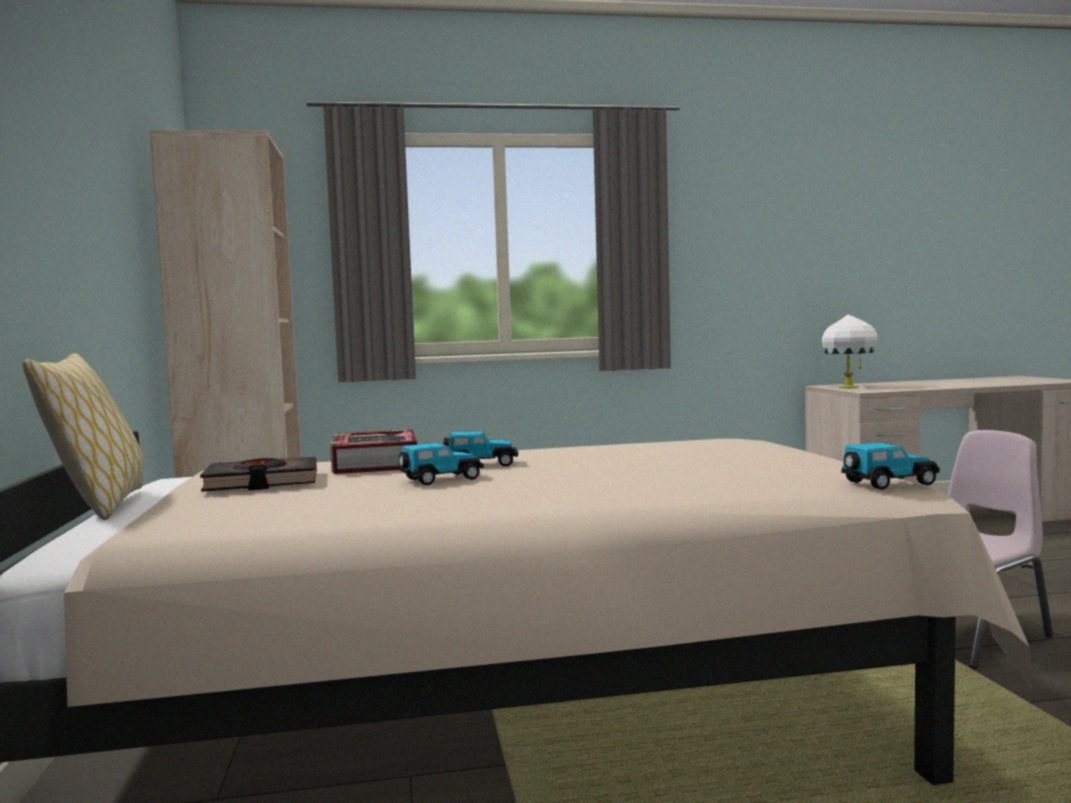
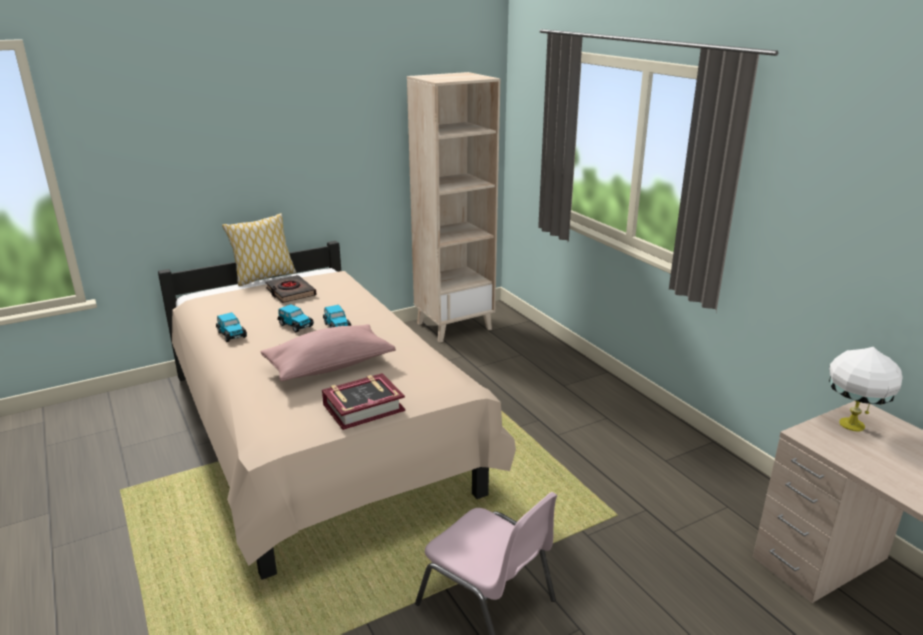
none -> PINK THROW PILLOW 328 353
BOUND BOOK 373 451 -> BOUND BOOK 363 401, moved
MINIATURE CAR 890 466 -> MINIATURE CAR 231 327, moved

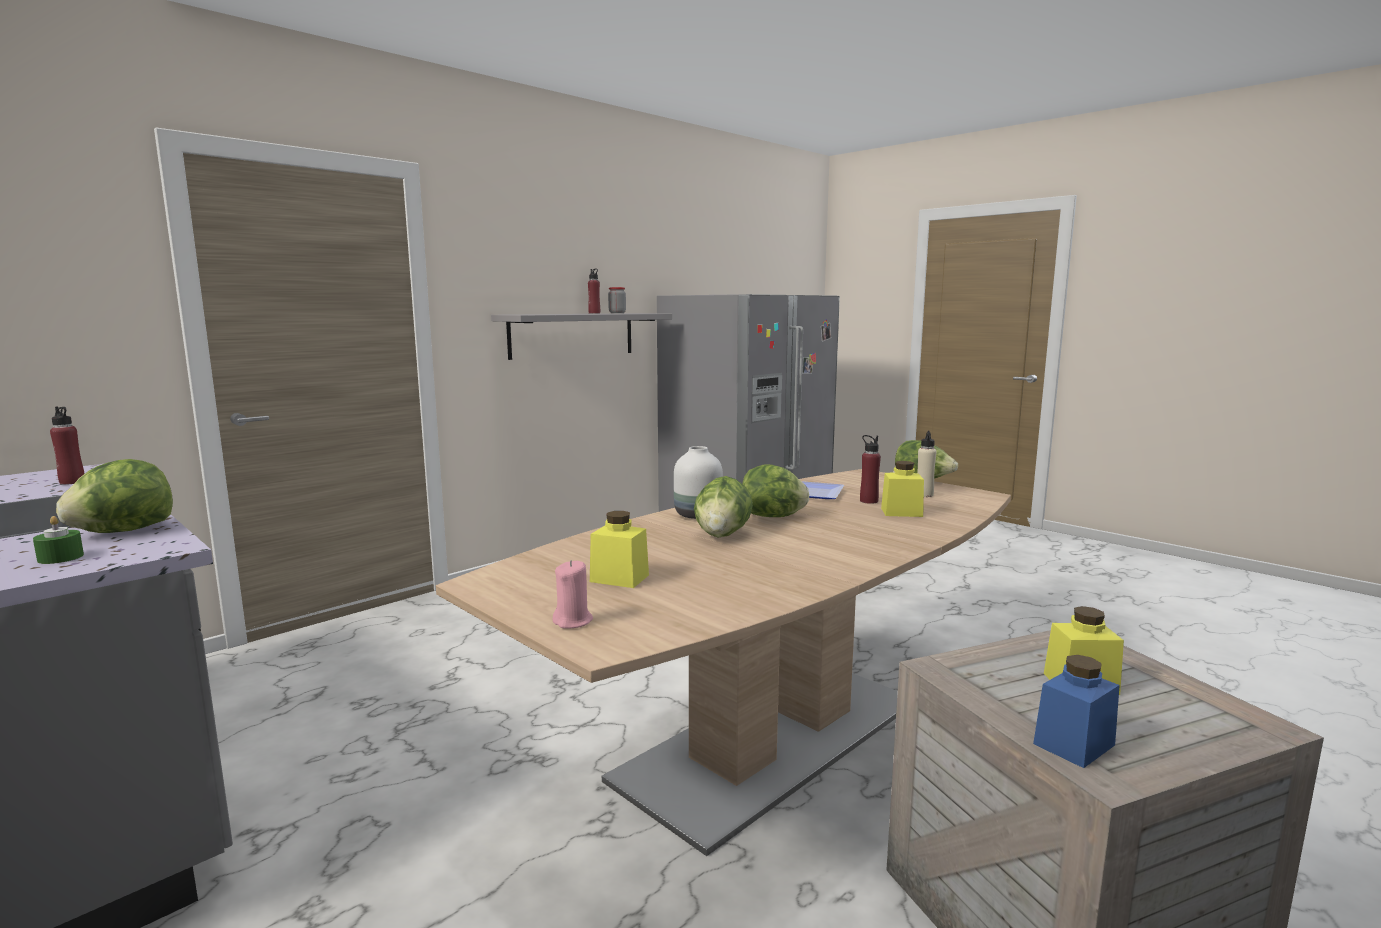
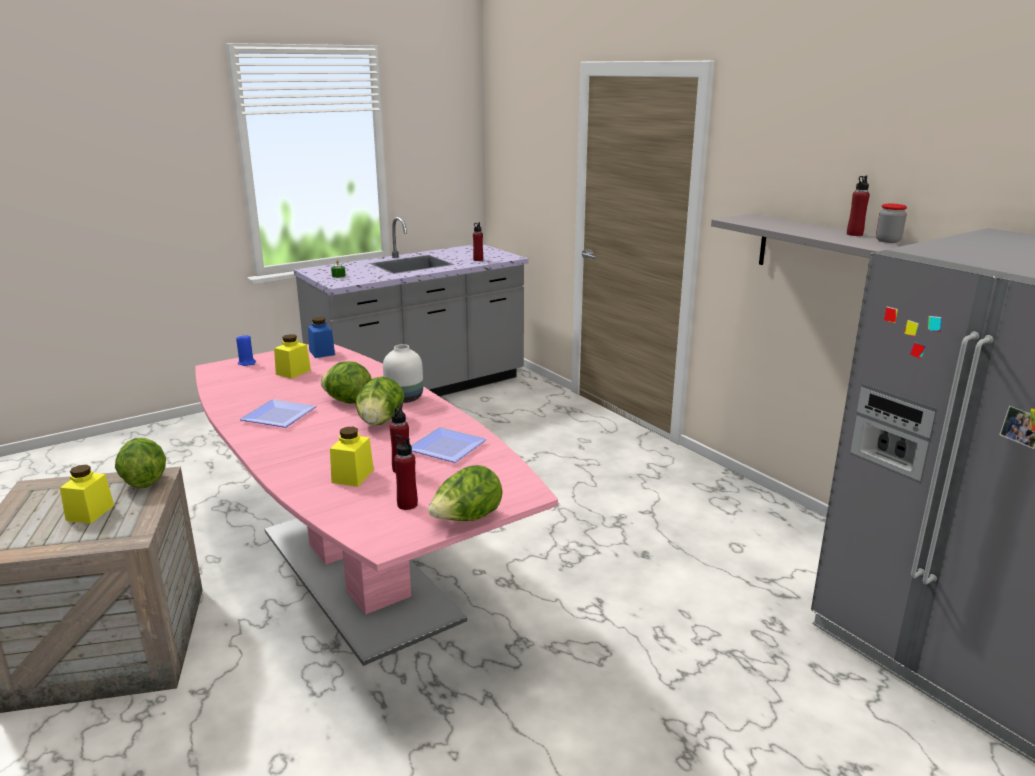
none -> PLATE 277 413
LETTUCE 114 496 -> LETTUCE 140 463, moved
BLUE-COLOURED PRESERVE JAR 1076 711 -> BLUE-COLOURED PRESERVE JAR 321 337, moved
BROWNISH KITCHEN TABLE 723 662 -> PINK KITCHEN TABLE 376 505
PINK CANDLE 573 594 -> BLUE-COLOURED CANDLE 246 350
BEIGE-COLOURED BOTTLE 927 464 -> REDDISH BOTTLE 406 472

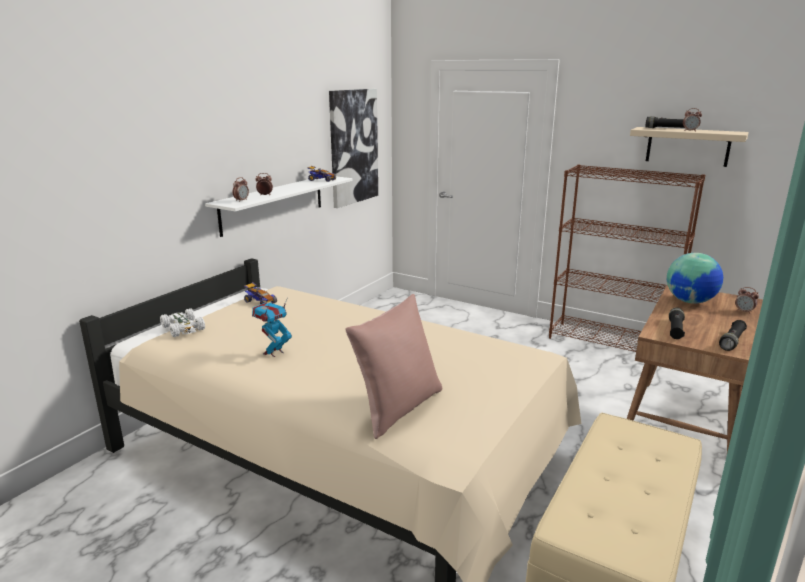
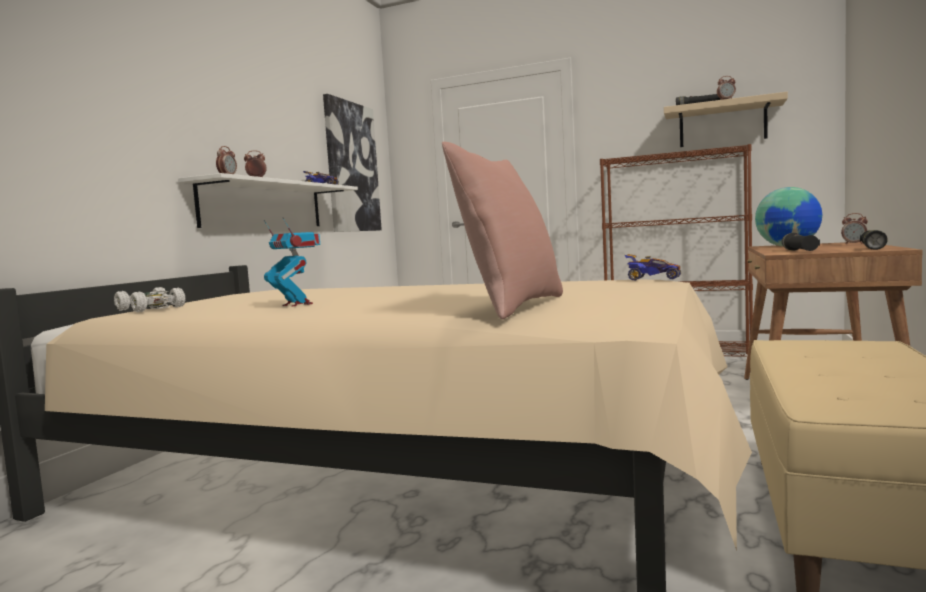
MINIATURE CAR 260 293 -> MINIATURE CAR 653 267, moved
TOY ROBOT 272 328 -> TOY ROBOT 292 262, 105 degrees clockwise

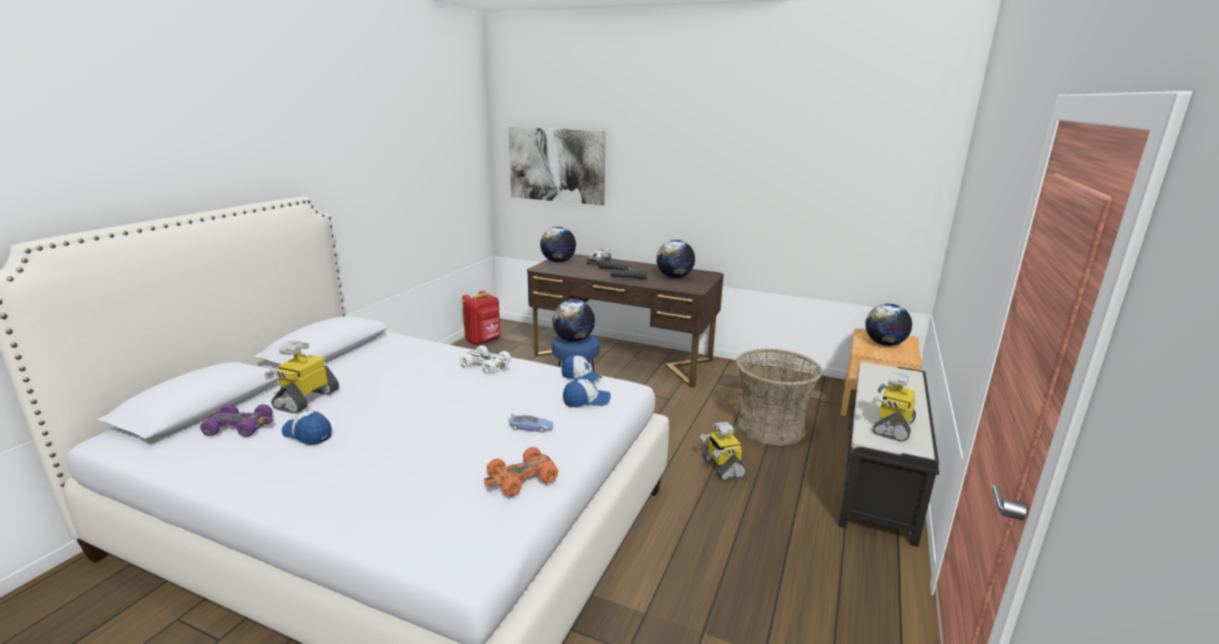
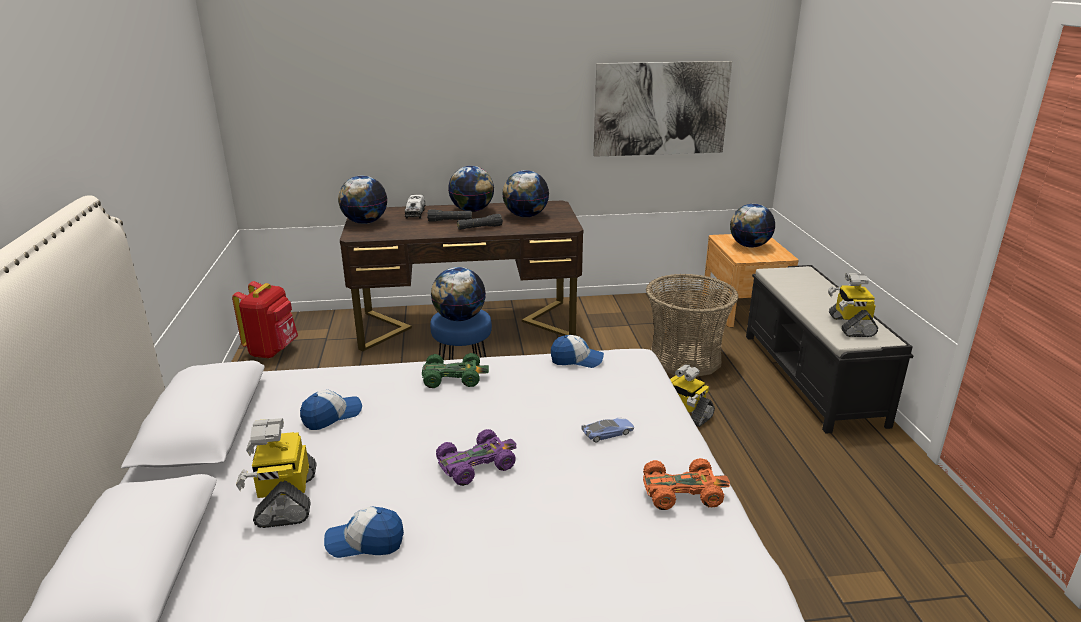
none -> DESK GLOBE 471 189
PURPLE MINIATURE CAR 237 420 -> PURPLE MINIATURE CAR 476 457, moved
WALL PICTURE 557 166 -> WALL PICTURE 662 109, moved
BASEBALL CAP 586 393 -> BASEBALL CAP 331 410, moved
WHITE-COLOURED MINIATURE CAR 485 360 -> GREEN-COLOURED MINIATURE CAR 455 370
ORANGE-COLOURED MINIATURE CAR 521 471 -> ORANGE-COLOURED MINIATURE CAR 686 484, 120 degrees counterclockwise

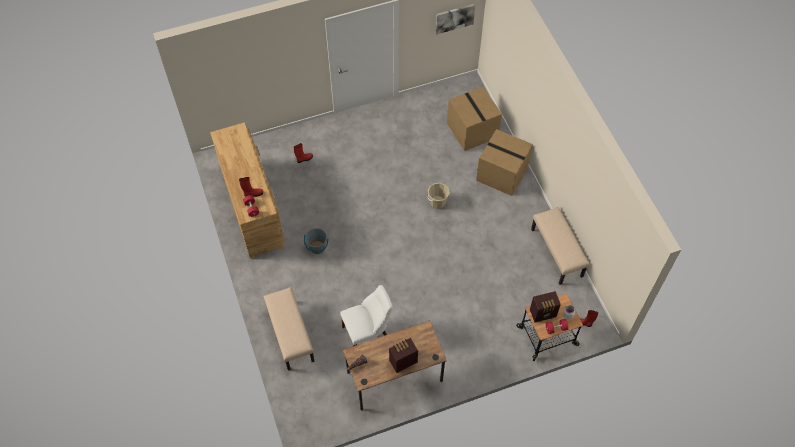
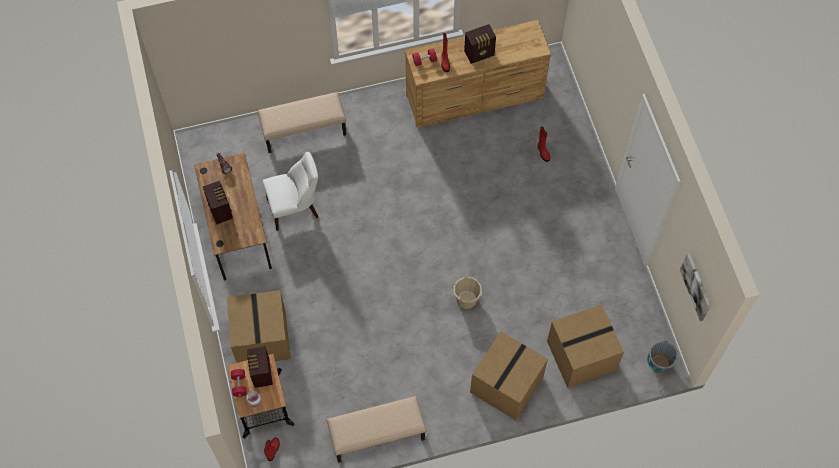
none -> PACKING BOX 259 326
none -> RADIO RECEIVER 480 44
GRAY BUCKET 316 241 -> GRAY BUCKET 662 357, moved
WHITE-COLOURED CHAIR 366 315 -> WHITE-COLOURED CHAIR 291 191, 90 degrees counterclockwise

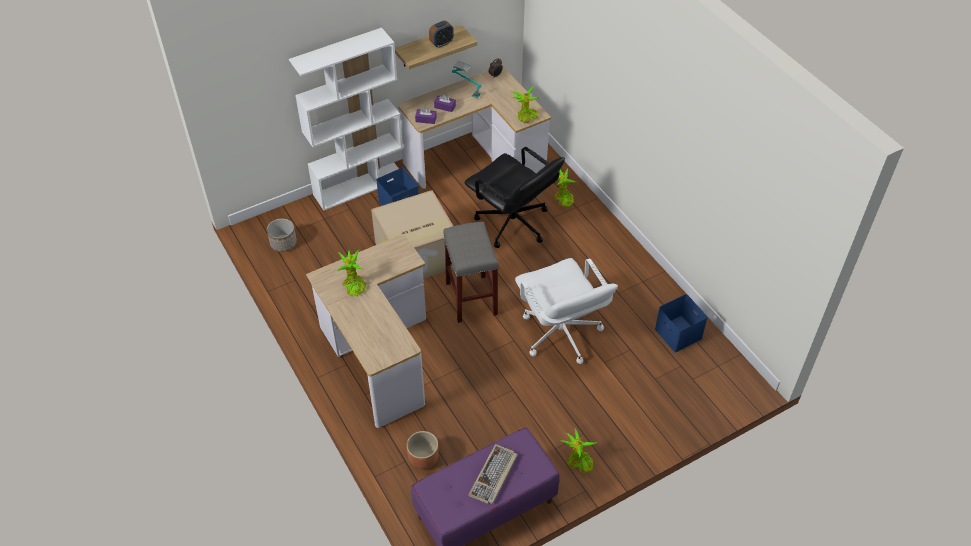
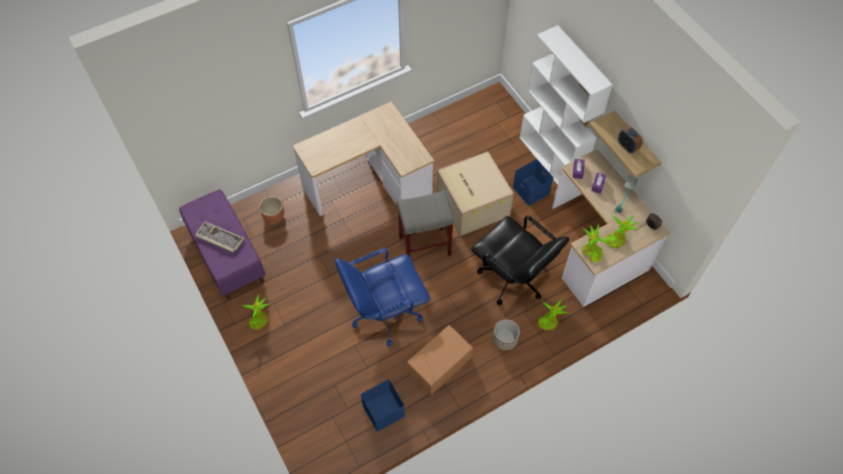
none -> PACKING BOX 440 360
FLOWER POT 282 235 -> FLOWER POT 506 335, moved
PLANT IN A POT 351 273 -> PLANT IN A POT 622 231, moved
WHITE-COLOURED OFFICE CHAIR 566 311 -> BLUE-COLOURED OFFICE CHAIR 382 297
BLACKISH OFFICE CHAIR 514 197 -> BLACKISH OFFICE CHAIR 520 260, 90 degrees counterclockwise

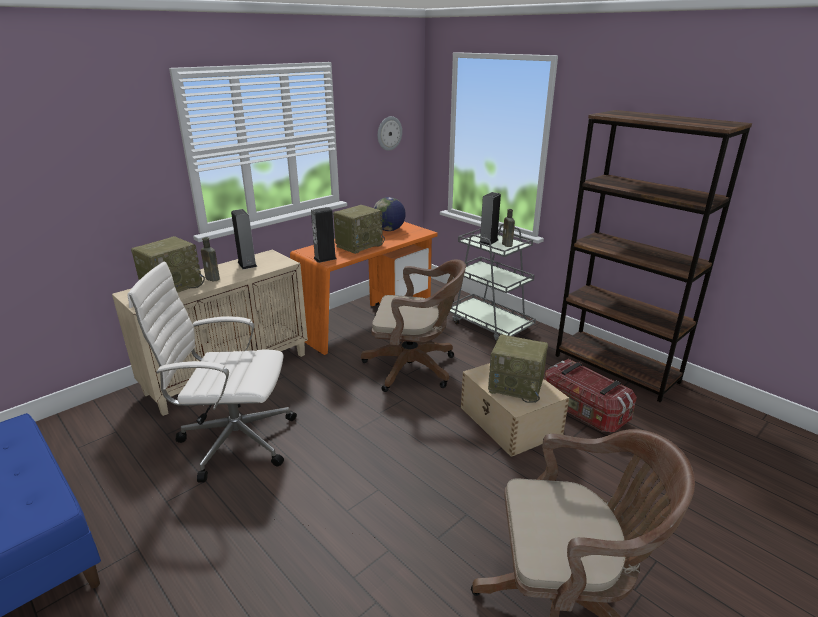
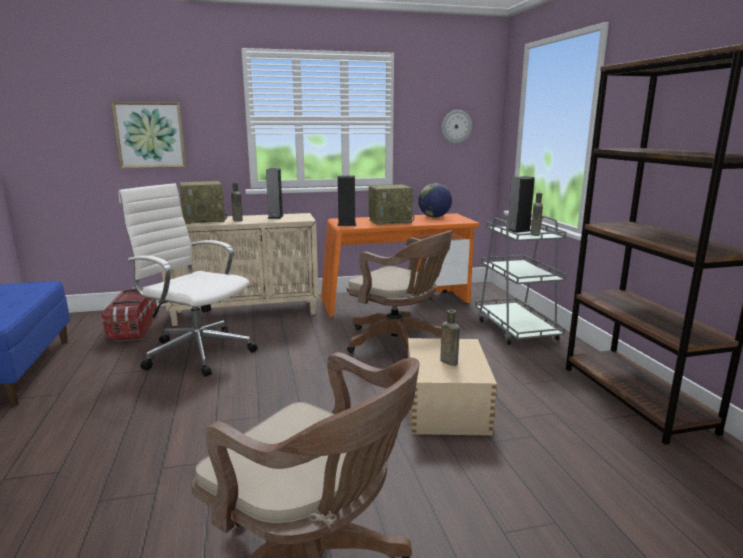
none -> WALL PICTURE 148 135
STORAGE BOX 590 395 -> STORAGE BOX 129 314, moved
RADIO RECEIVER 518 368 -> BROWNISH BOTTLE 450 338

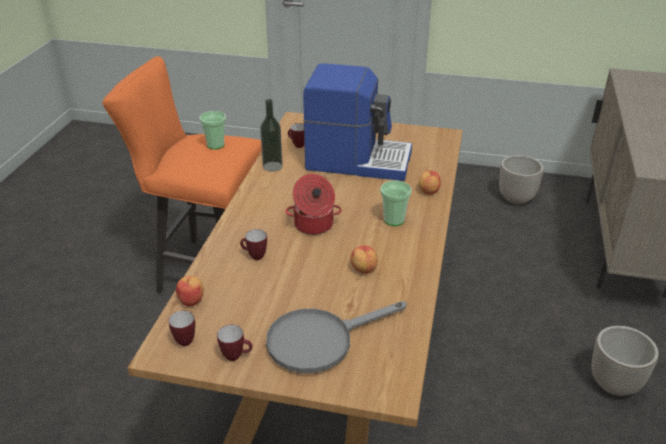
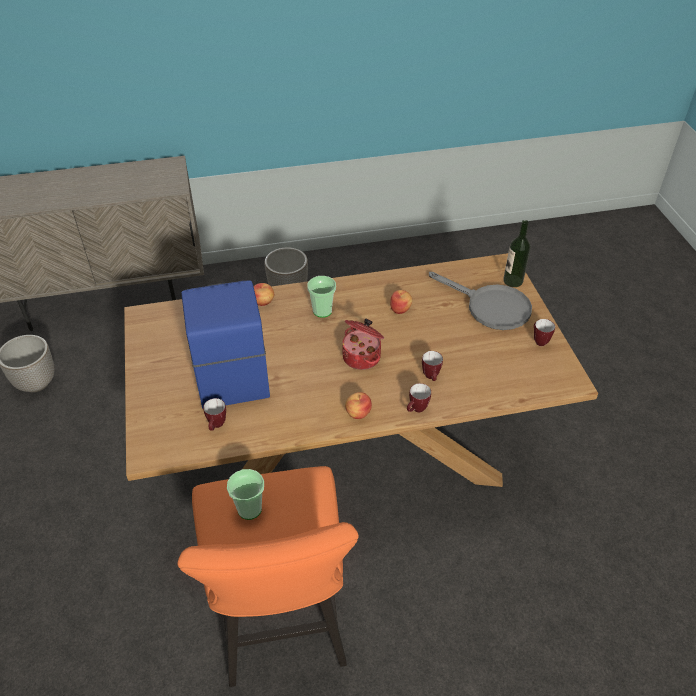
TEA MUG 182 328 -> TEA MUG 419 397, moved
APPLE FRUIT 190 291 -> APPLE FRUIT 358 405, moved
BOTTLE 271 135 -> BOTTLE 517 253, moved

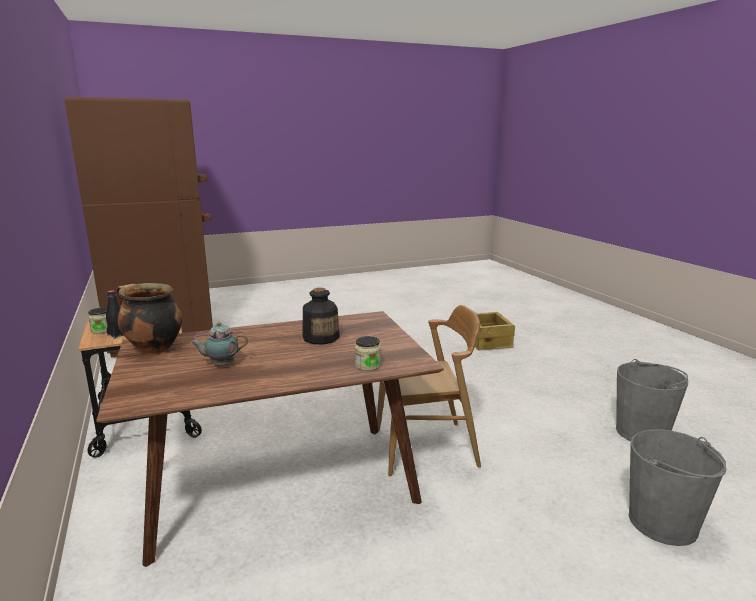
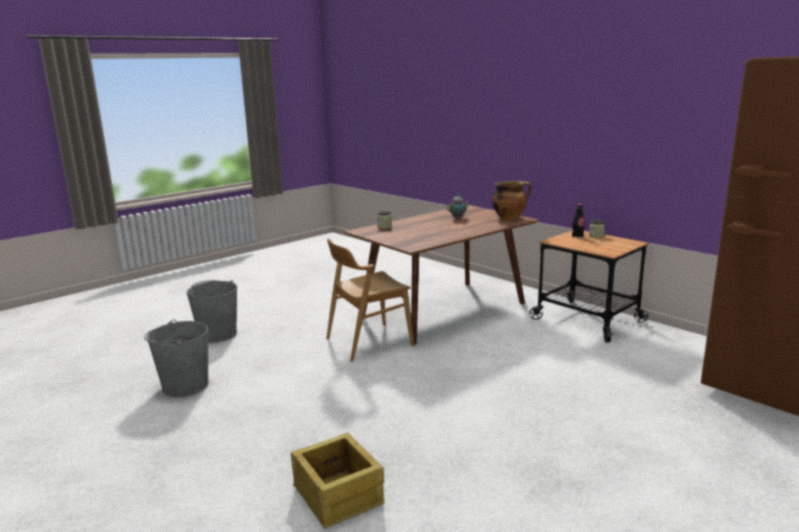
BOTTLE 321 316 -> none

